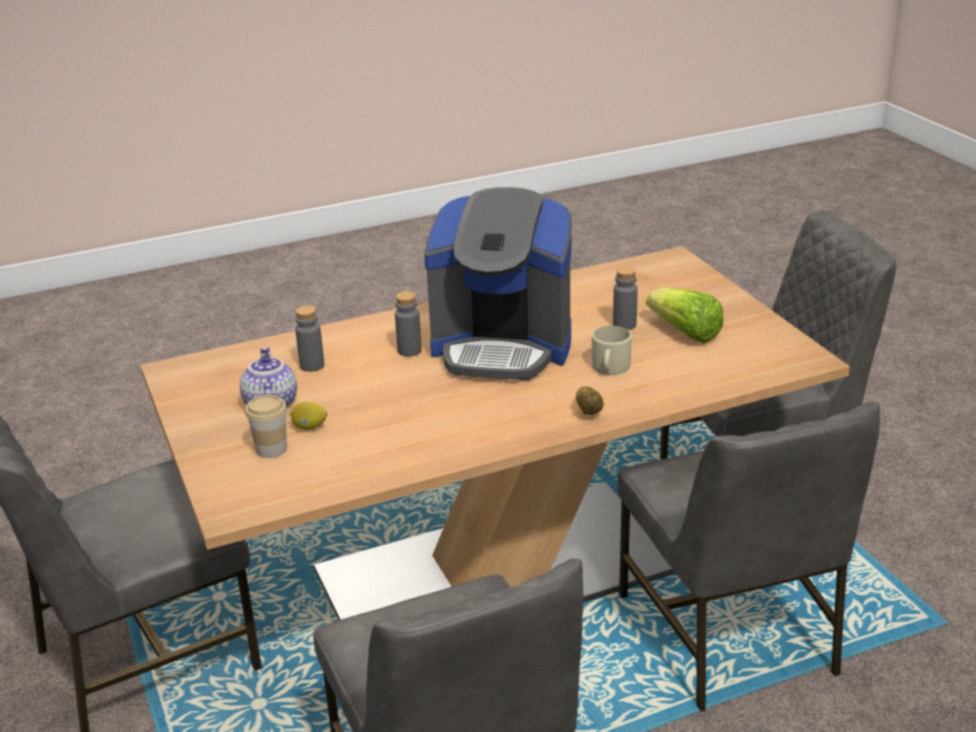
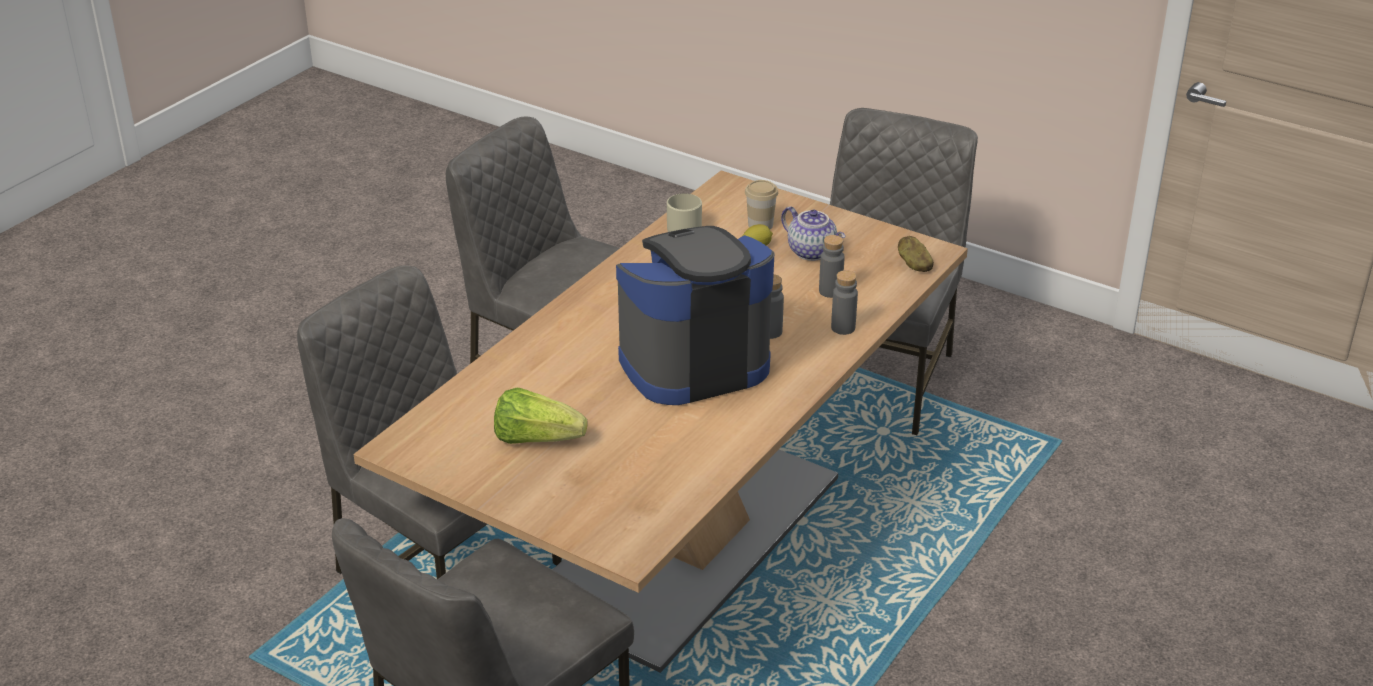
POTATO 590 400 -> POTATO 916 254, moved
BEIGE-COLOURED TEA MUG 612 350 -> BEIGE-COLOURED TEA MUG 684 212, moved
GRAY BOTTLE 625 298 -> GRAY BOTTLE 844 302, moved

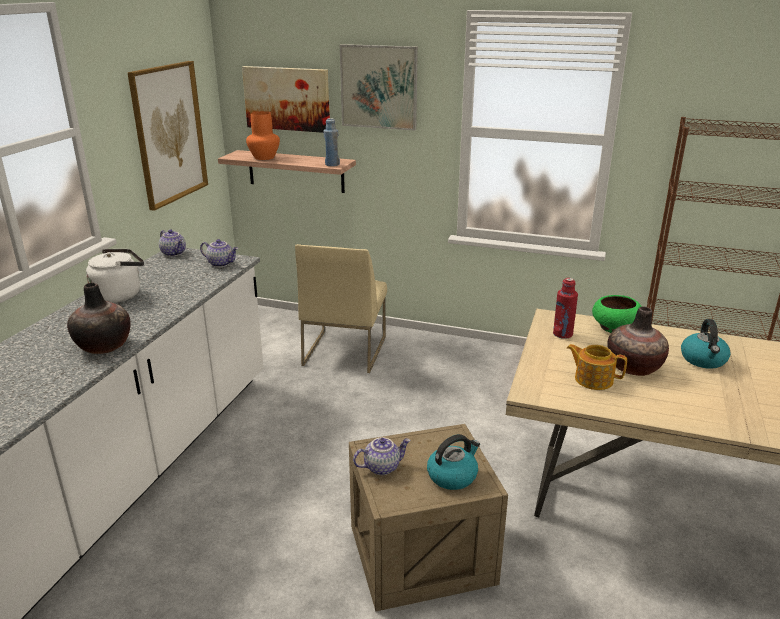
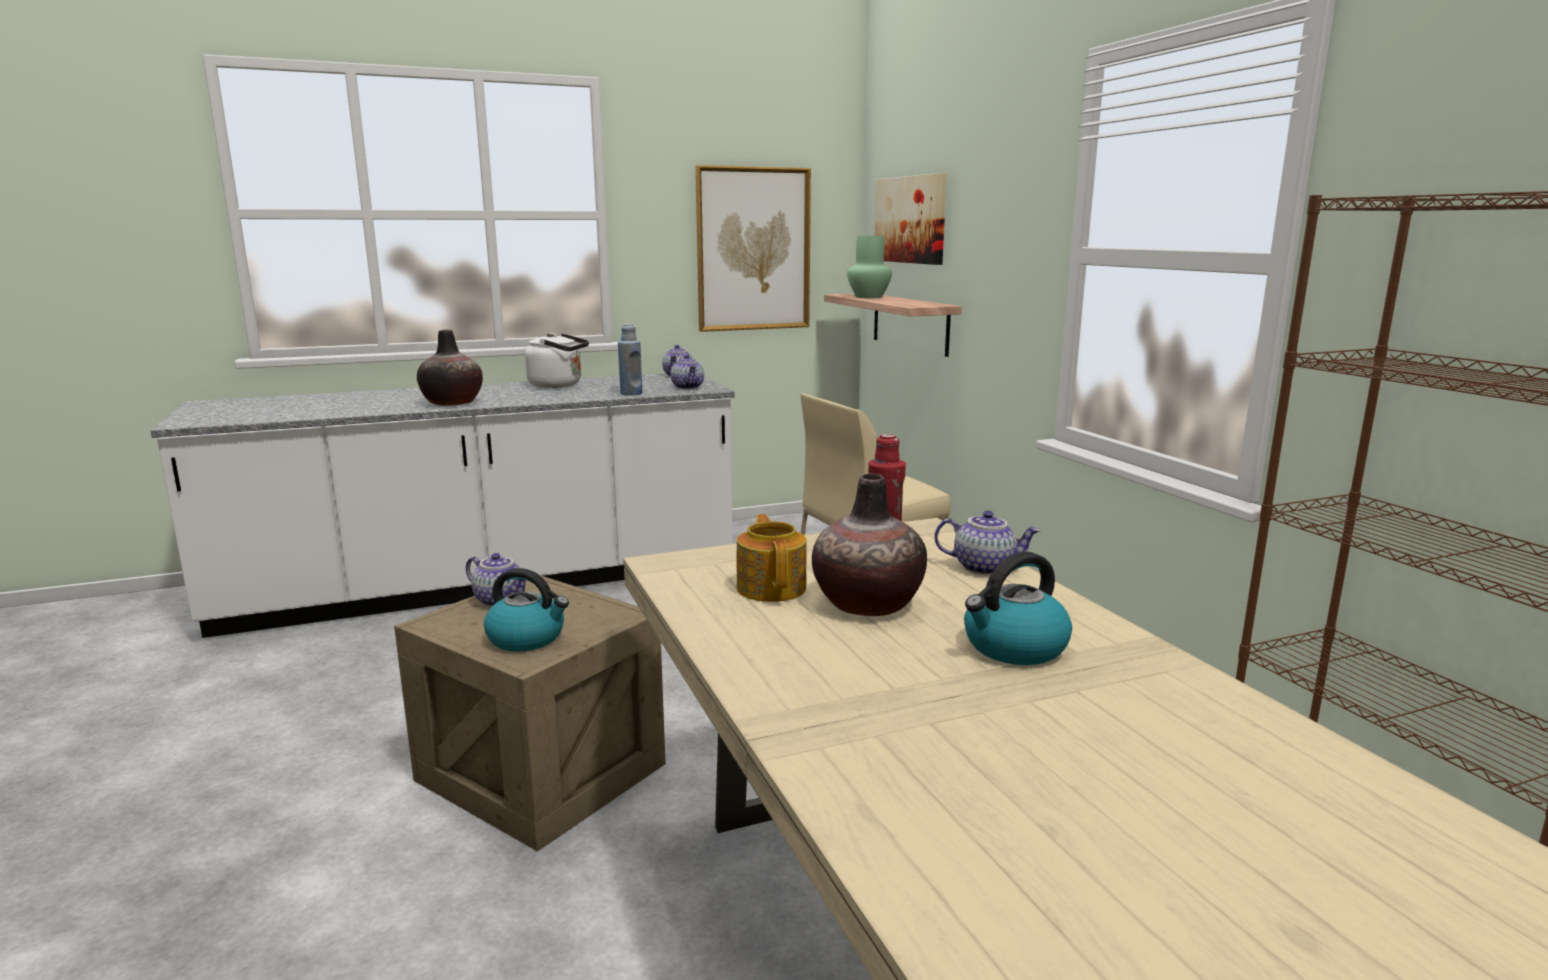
WALL PICTURE 379 87 -> none
BLUE-COLOURED BOTTLE 331 142 -> BLUE-COLOURED BOTTLE 630 360, moved
GREEN-COLOURED BOWL 617 314 -> TEAPOT 987 542
ORANGE-COLOURED VASE 263 135 -> GREEN-COLOURED VASE 869 267

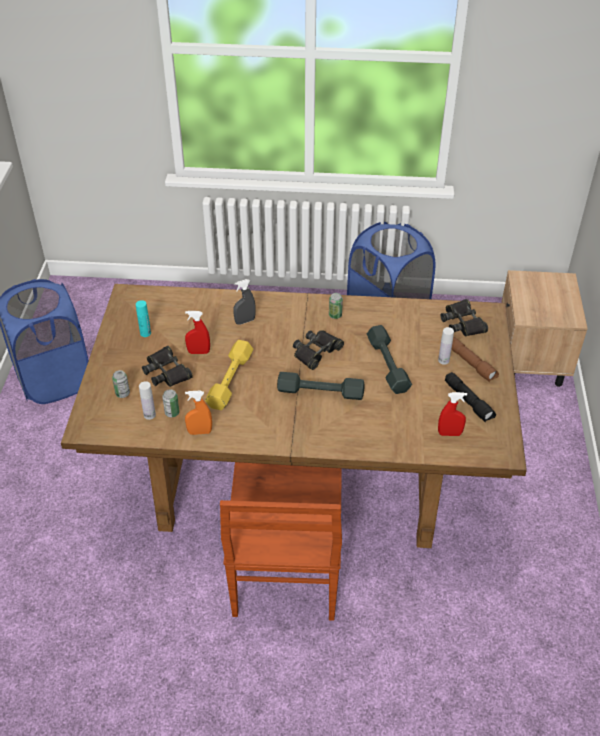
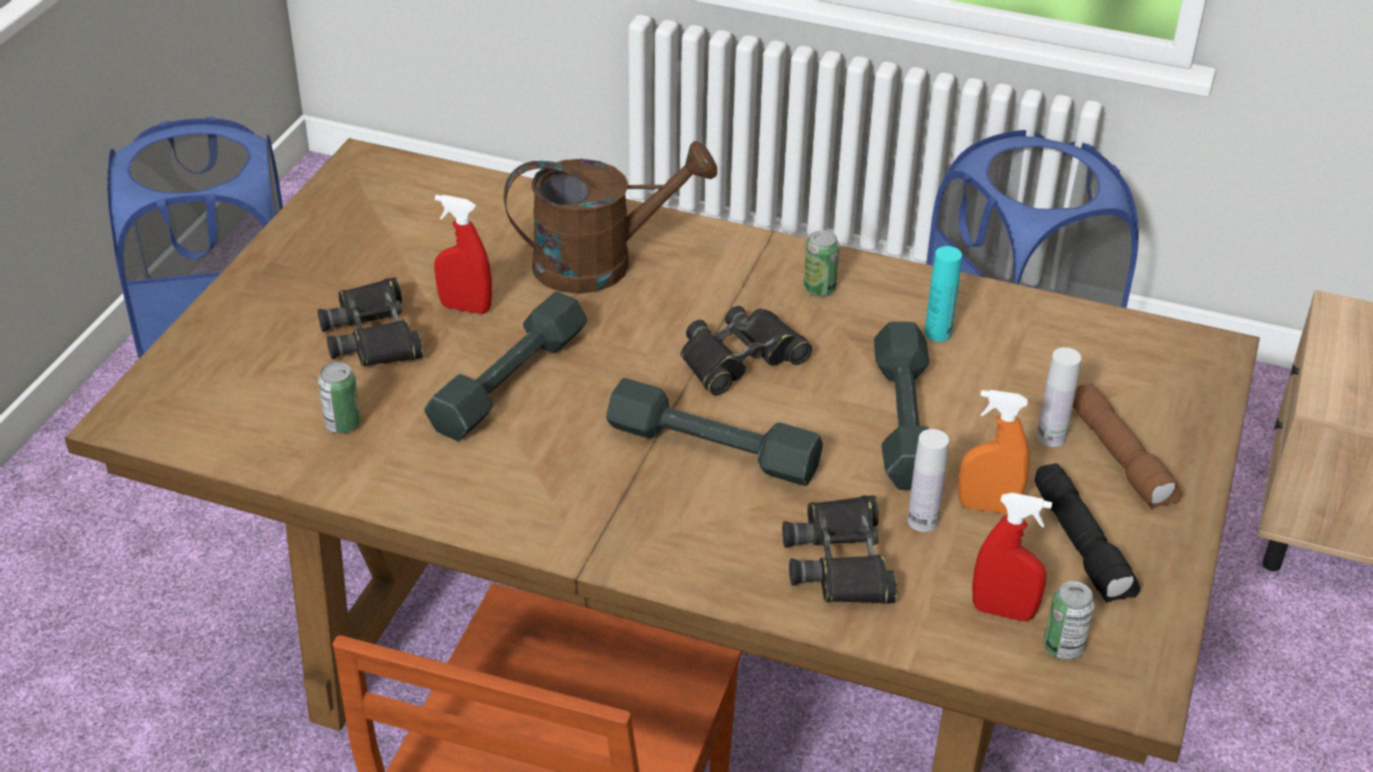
CAN 121 384 -> CAN 1069 620, moved
TURQUOISE-COLOURED BOTTLE 143 318 -> TURQUOISE-COLOURED BOTTLE 943 294, moved
WHITE-COLOURED BOTTLE 147 400 -> WHITE-COLOURED BOTTLE 928 480, moved
ORANGE-COLOURED SPRAY BOTTLE 198 413 -> ORANGE-COLOURED SPRAY BOTTLE 993 452, moved
BLACKISH PAIR OF BINOCULARS 464 317 -> BLACKISH PAIR OF BINOCULARS 840 549, moved
GRAY SPRAY BOTTLE 244 302 -> BROWNISH WATERING POT 610 217
YELLOW HAND WEIGHT 229 375 -> GRAY HAND WEIGHT 506 366

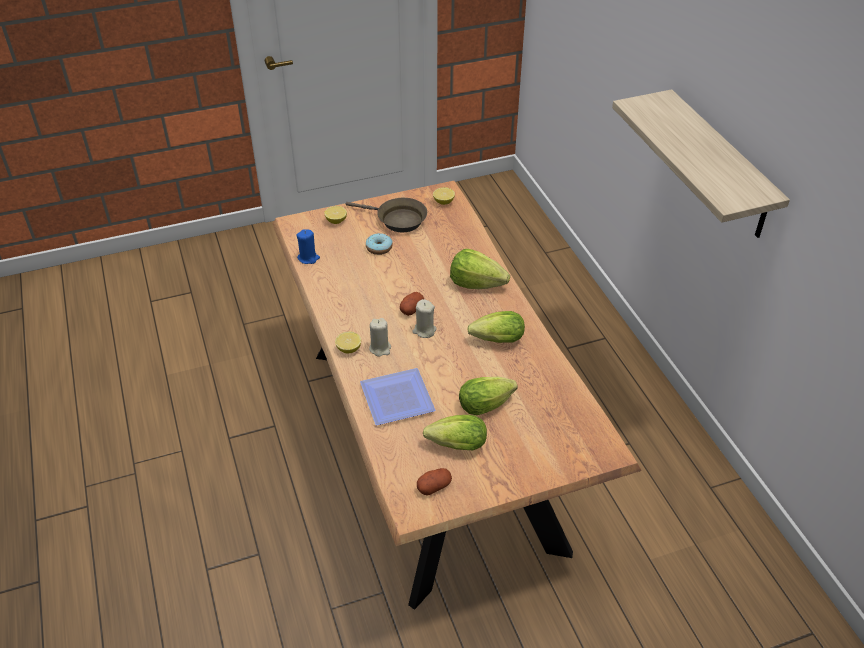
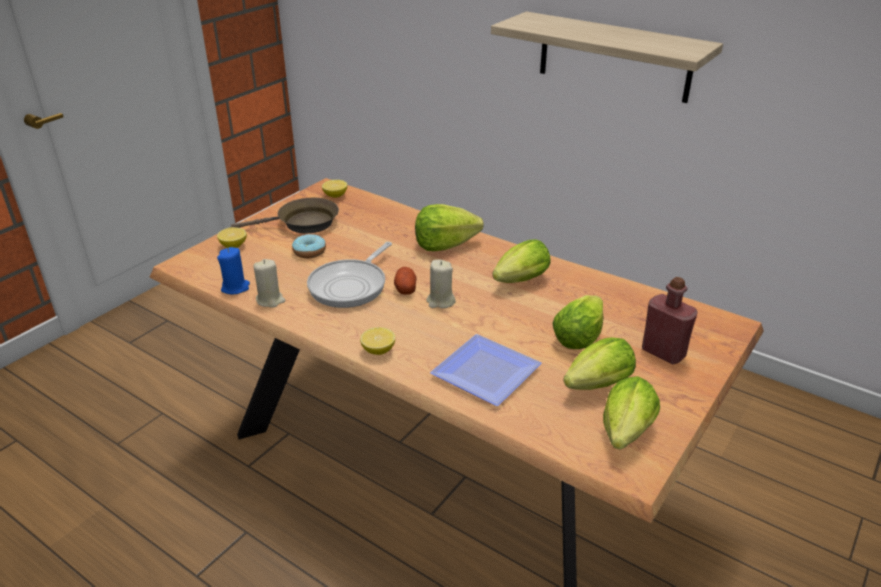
none -> PAN 349 275
none -> REDDISH BOTTLE 670 320
BEIGE-COLOURED CANDLE 380 337 -> BEIGE-COLOURED CANDLE 269 283, moved
POTATO 434 482 -> LETTUCE 631 413

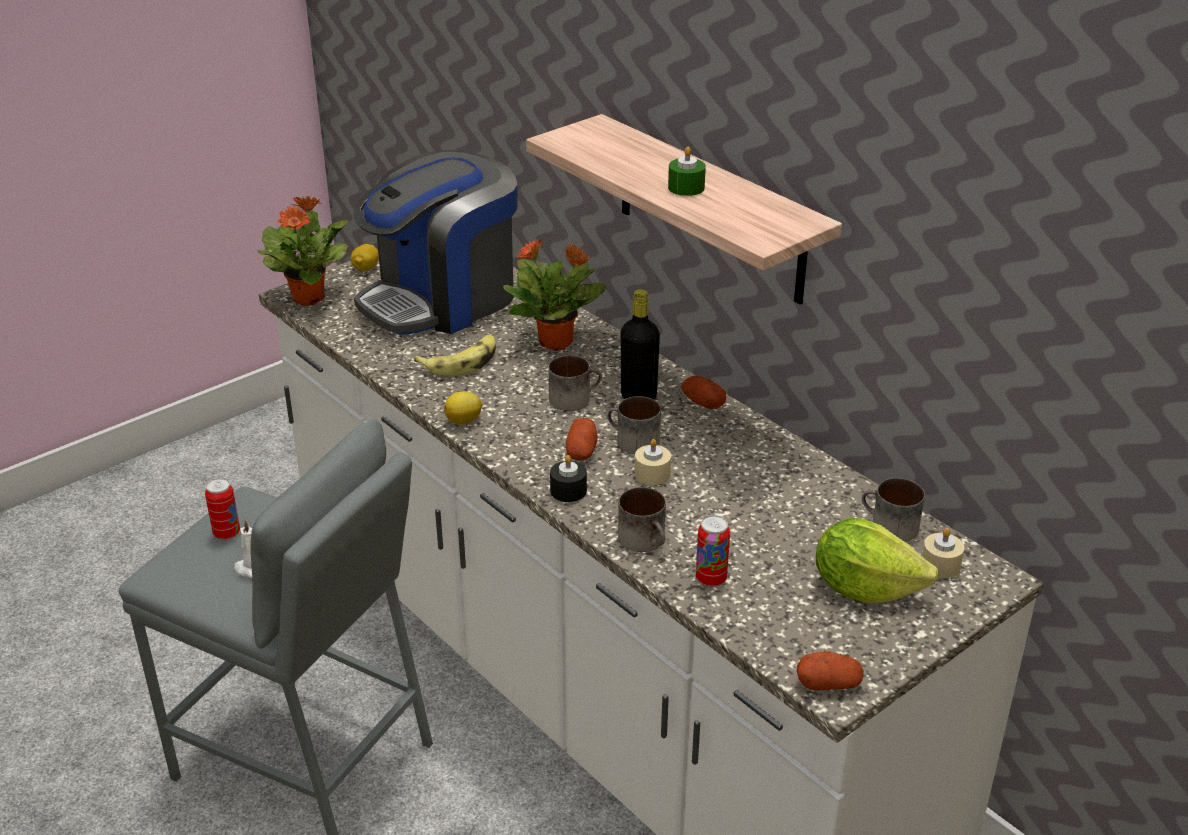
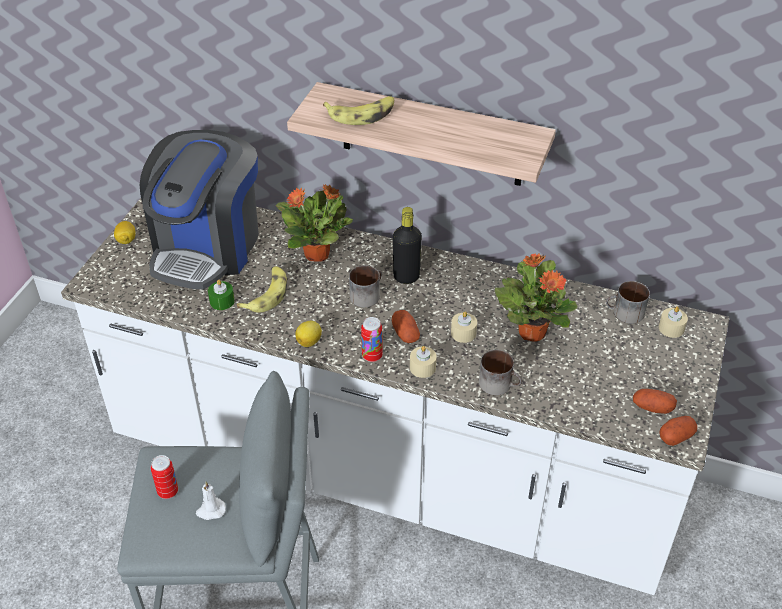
TEA MUG 634 425 -> none
LETTUCE 877 560 -> none
none -> WHOLE BANANA 358 110
PLANT IN A POT 303 251 -> PLANT IN A POT 536 297, moved
GREEN-COLOURED CANDLE 687 171 -> GREEN-COLOURED CANDLE 221 294, moved
POTATO 703 392 -> POTATO 655 401, moved
CAN 713 551 -> CAN 372 339, moved
BLACKISH CANDLE 568 478 -> BEIGE-COLOURED CANDLE 423 362

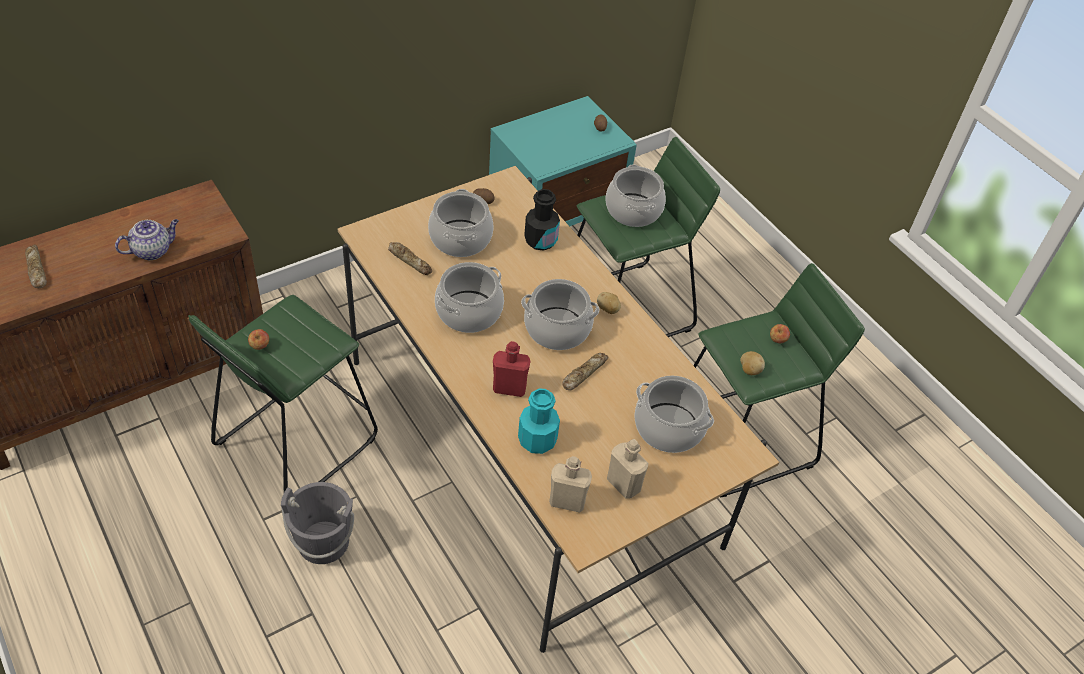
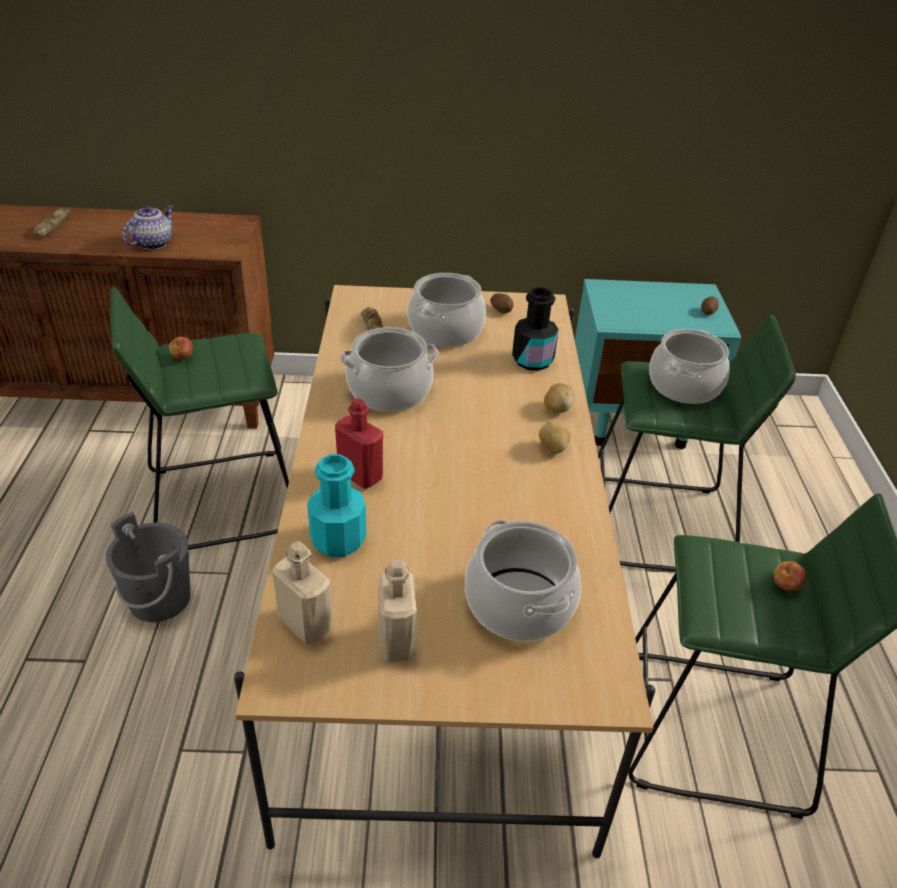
SAUCEPOT 560 314 -> none
BAKERY BREAD 585 372 -> none
POTATO 752 363 -> POTATO 559 398, moved
TEAPOT 147 239 -> TEAPOT 148 227, 60 degrees counterclockwise

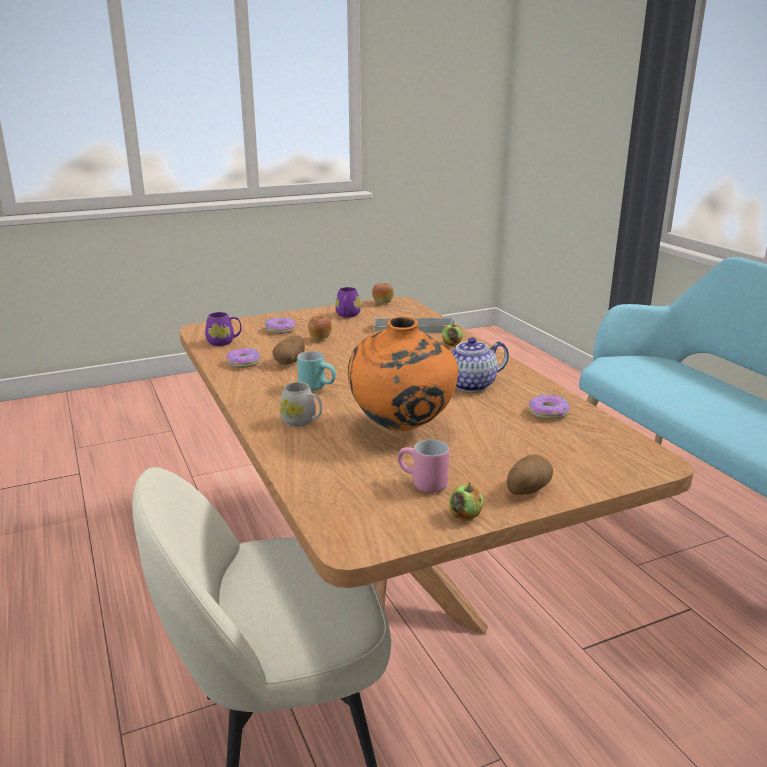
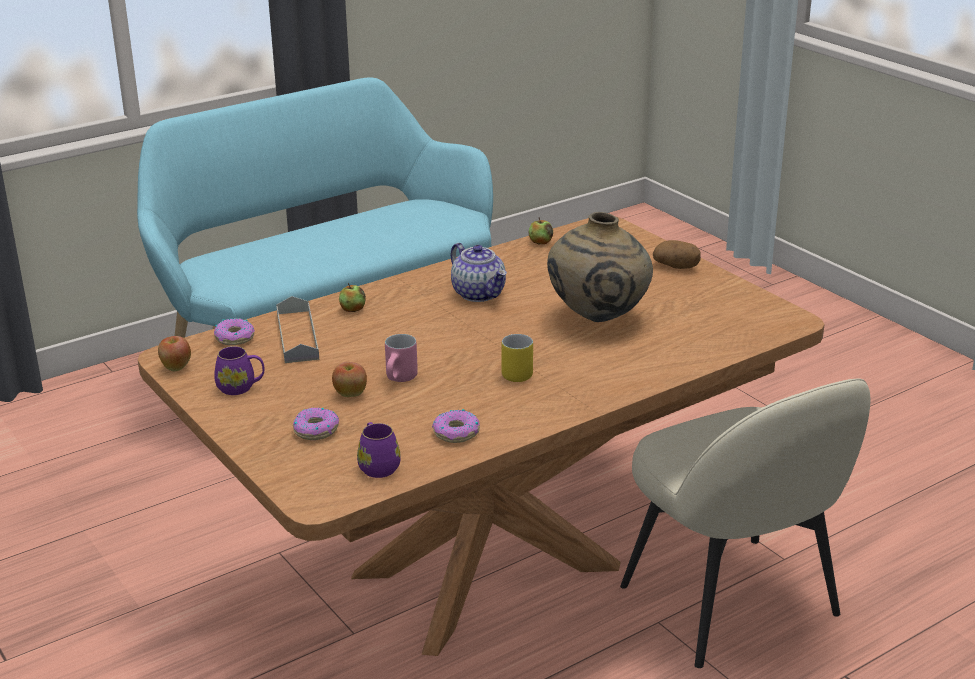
POTATO 288 350 -> none
WHITE-COLOURED TEA MUG 301 404 -> none
PINK TEA MUG 423 466 -> PINK TEA MUG 401 358, moved
APPLE FRUIT 466 501 -> APPLE FRUIT 541 230, moved
DOUGHNUT 549 407 -> DOUGHNUT 234 331, moved
TURQUOISE-COLOURED TEA MUG 316 371 -> YELLOW TEA MUG 517 358
ORANGE-COLOURED VASE 403 374 -> BEIGE-COLOURED VASE 600 267

